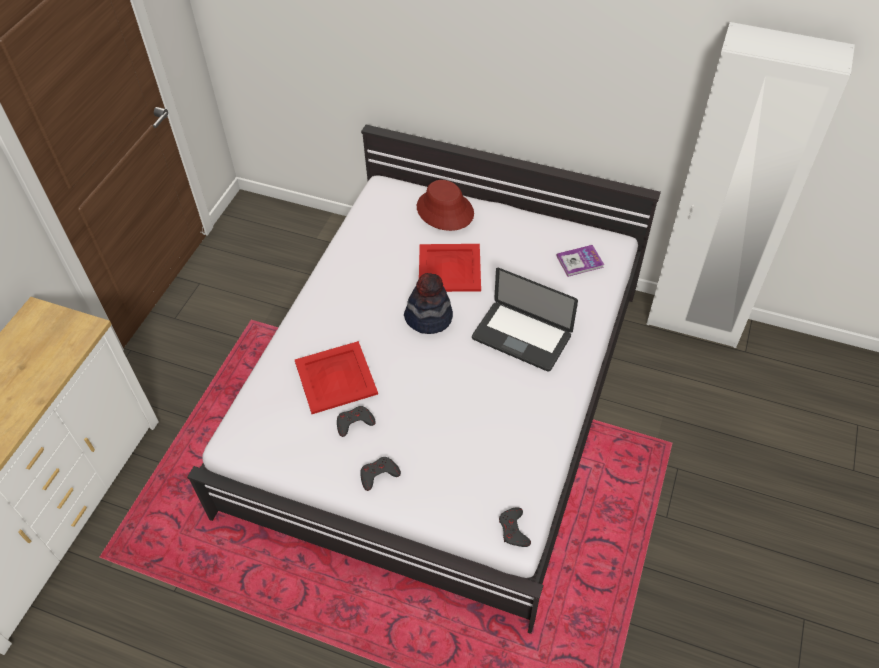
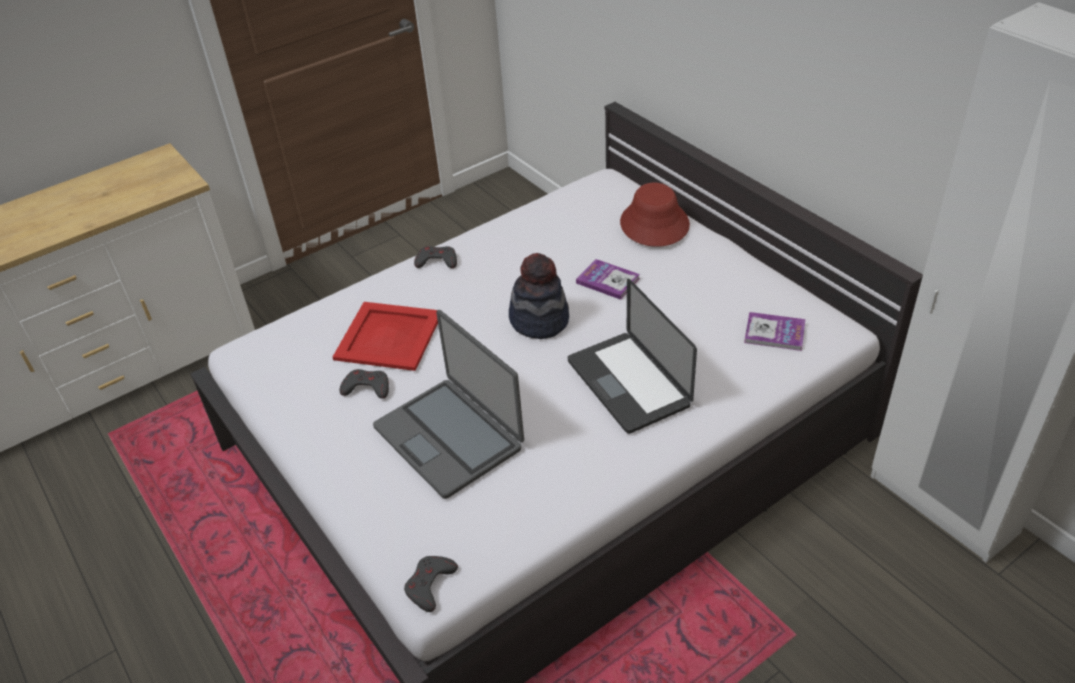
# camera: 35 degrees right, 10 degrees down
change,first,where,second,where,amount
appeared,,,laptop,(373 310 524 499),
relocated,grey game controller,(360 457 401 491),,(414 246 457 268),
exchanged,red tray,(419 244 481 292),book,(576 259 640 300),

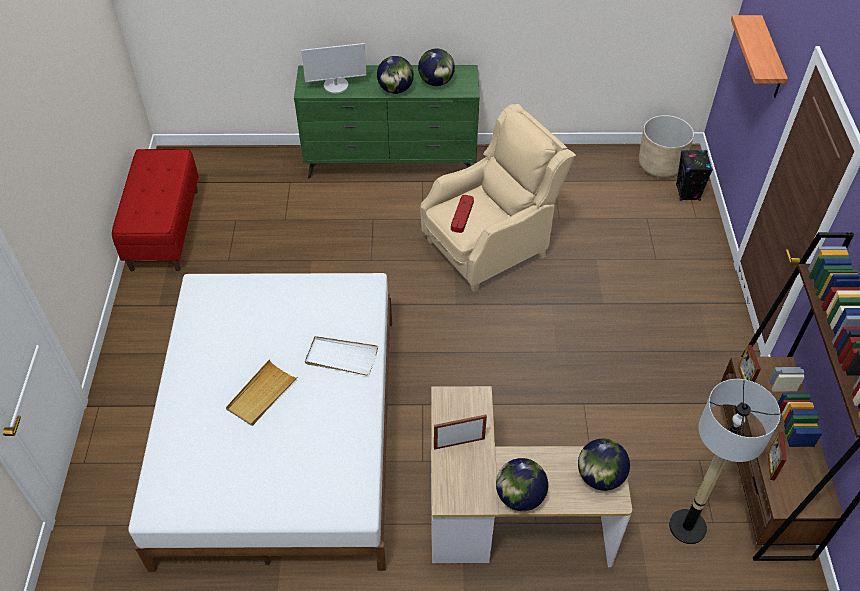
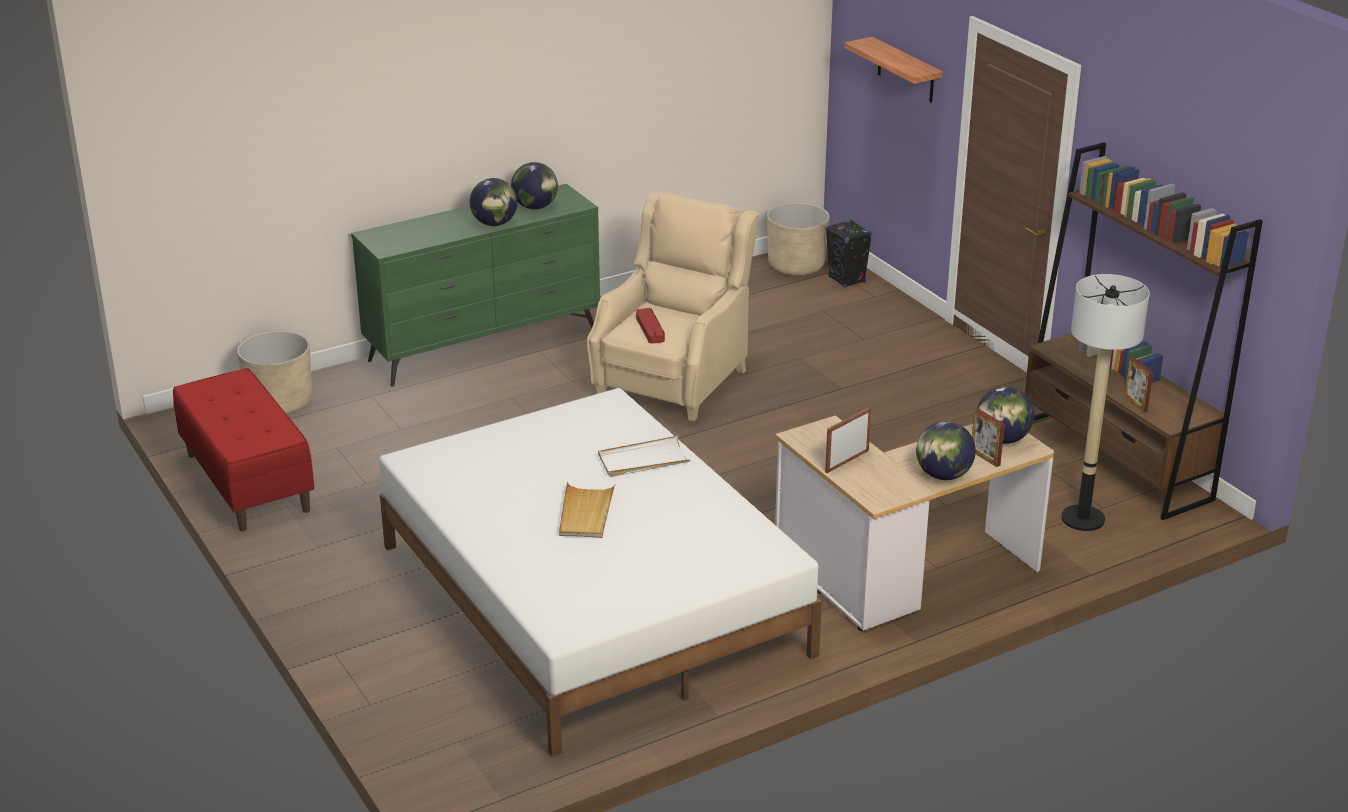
# camera: 30 degrees left, 20 degrees down
change,first,where,second,where,amount
missing,monitor,(301 43 367 94),,,
appeared,,,beige planter,(237 331 312 414),
relocated,picture frame,(738 345 761 382),,(972 408 1005 467),

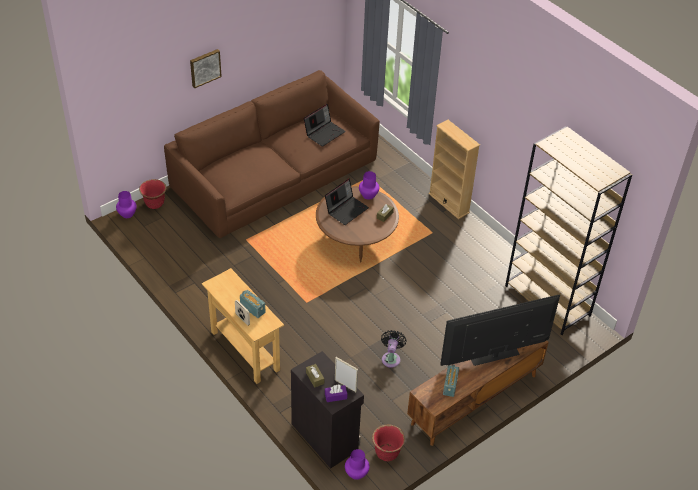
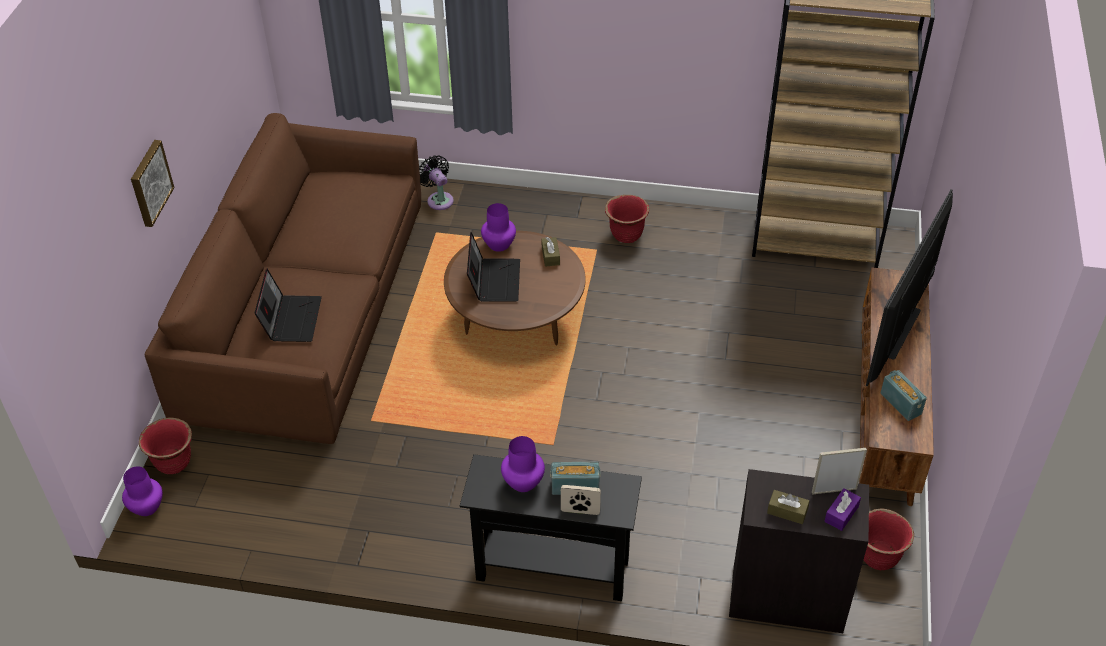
# camera: 40 degrees left, 0 degrees up
change,first,where,second,where,amount
missing,beige bookcase,(428 120 480 219),,,
appeared,,,red planter,(605 195 649 243),
relocated,laptop,(304 104 346 147),,(255 269 322 342),
relocated,purple vase,(345 449 370 480),,(501 436 545 492),
relocated,black fan,(381 330 407 368),,(419 155 454 210),
colour,beige console table,(202 268 284 384),black console table,(460 454 642 601),

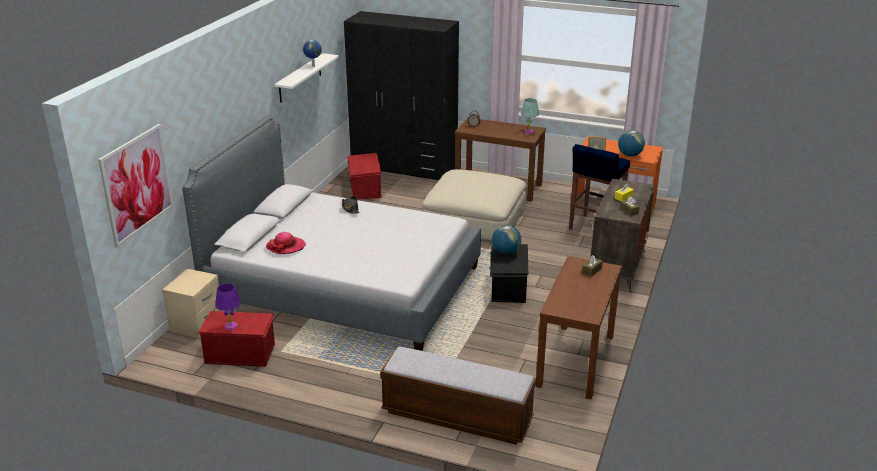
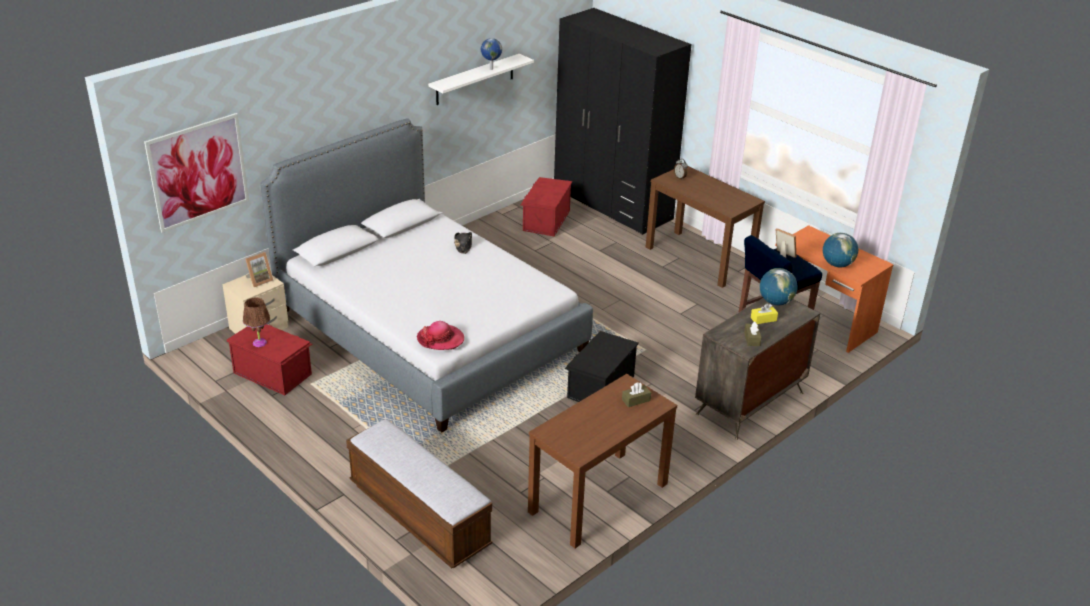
# camera: 25 degrees right, 5 degrees up
change,first,where,second,where,amount
missing,beige ottoman,(422 169 526 240),,,
missing,turquoise table lamp,(521 98 539 134),,,
appeared,,,picture frame,(245 252 273 287),
relocated,hat,(266 232 306 254),,(417 321 464 350),
relocated,globe,(492 225 521 255),,(760 268 798 305),
colour,purple table lamp,(215 283 241 330),brown table lamp,(243 297 270 347),

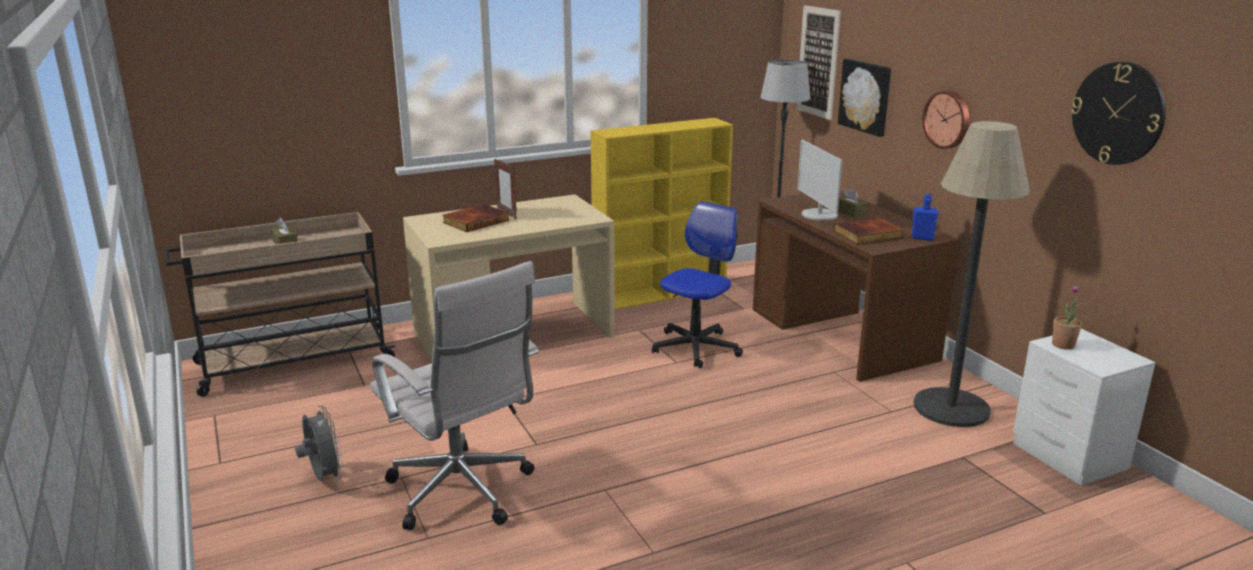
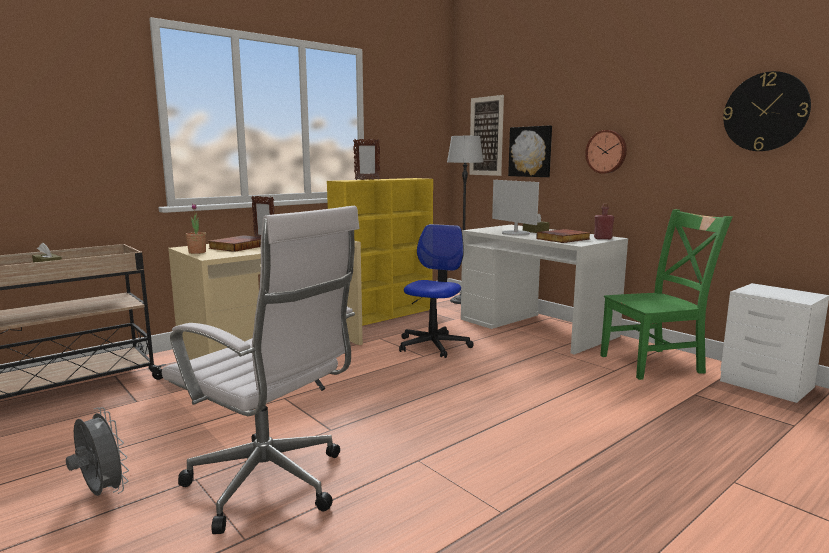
# camera: 15 degrees left, 10 degrees down
change,first,where,second,where,amount
appeared,,,picture frame,(353 139 380 180),
relocated,potted plant,(1052 285 1082 349),,(186 204 206 254),
exchanged,floor lamp,(913 121 1030 427),green chair,(600 209 732 380),
colour,brown desk,(753 190 960 382),white desk,(461 225 628 355),
colour,blue bottle,(911 194 939 241),red bottle,(594 204 614 239),

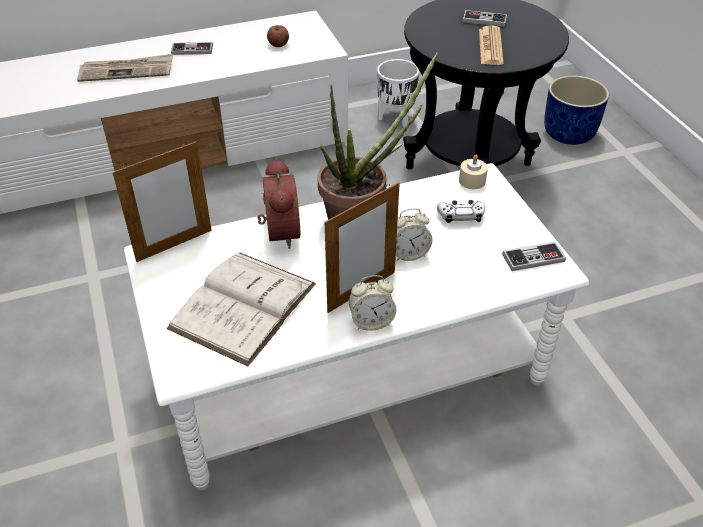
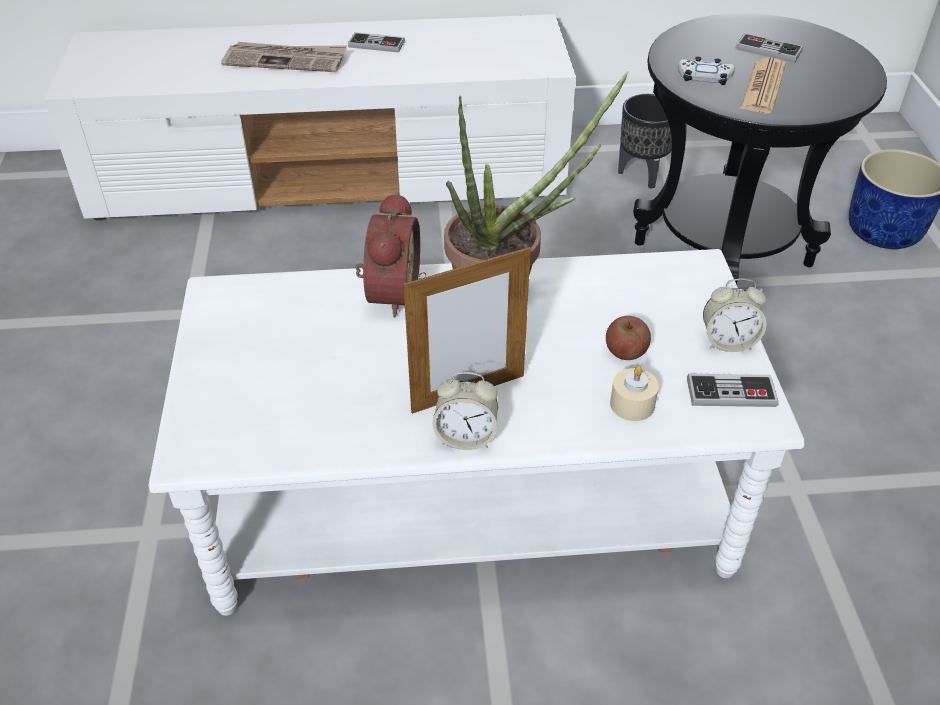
# camera: 15 degrees right, 0 degrees up
change,first,where,second,where,amount
missing,picture frame,(113 141 212 262),,,
missing,white book,(167 252 316 366),,,
relocated,apple,(267 25 289 47),,(606 316 651 360),
relocated,alarm clock,(396 208 432 261),,(703 278 767 352),
relocated,white game controller,(437 200 485 223),,(678 57 735 85),
relocated,beige candle,(459 155 488 189),,(610 366 659 421),
colour,white planter,(377 59 419 127),black planter,(618 94 672 189),

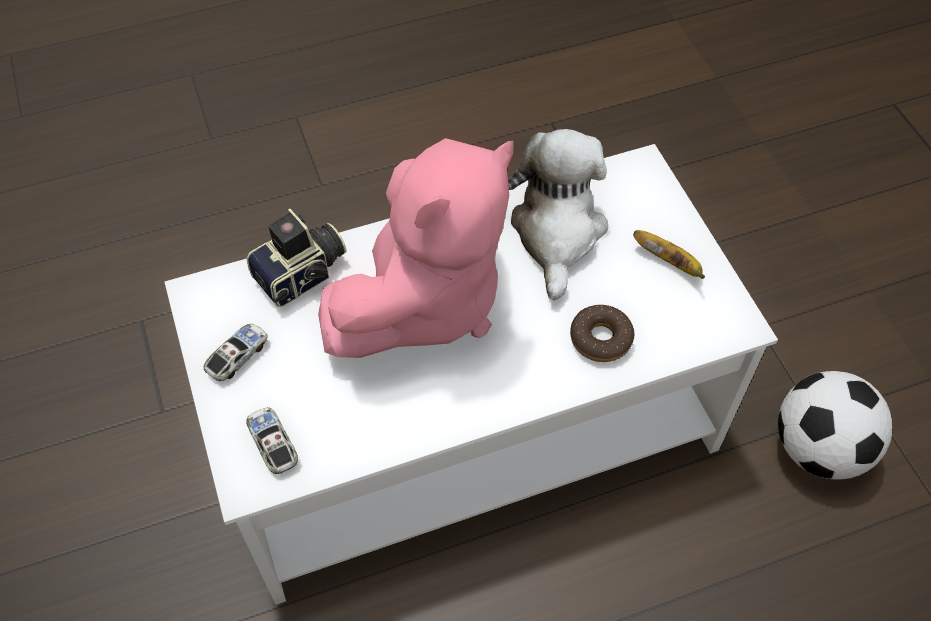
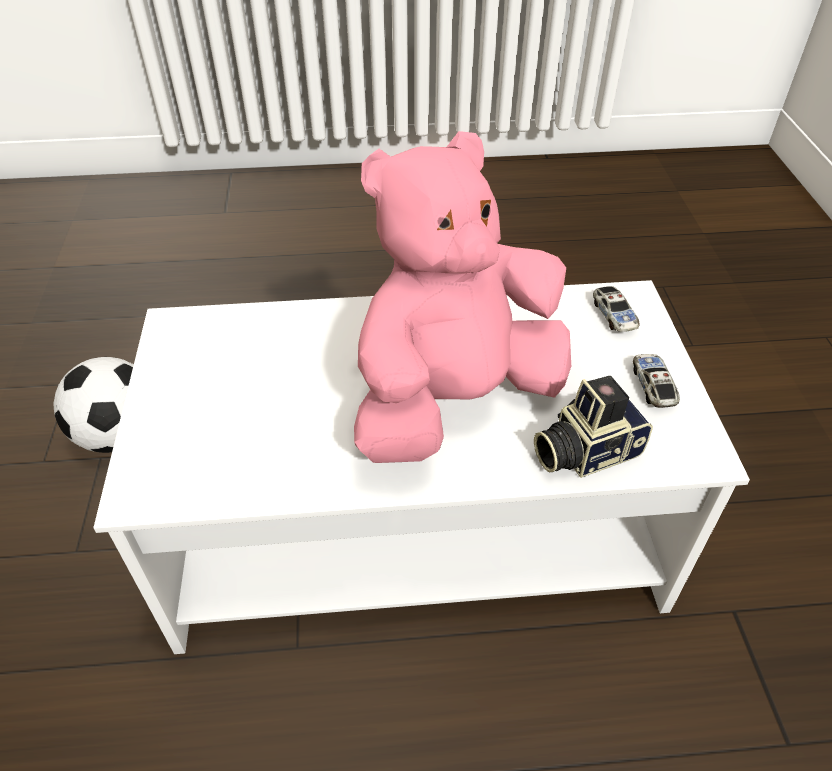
# camera: 165 degrees left, 10 degrees down
change,first,where,second,where,amount
missing,plush toy,(508 129 608 300),,,
missing,donut,(570 305 635 362),,,
missing,banana,(633 230 705 279),,,
spun,toy car,(204 324 268 381),,(633 354 680 408),120 degrees clockwise

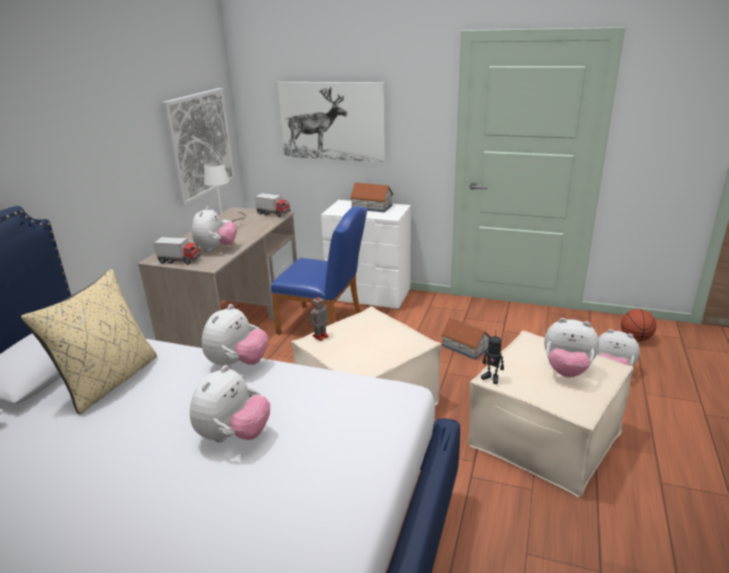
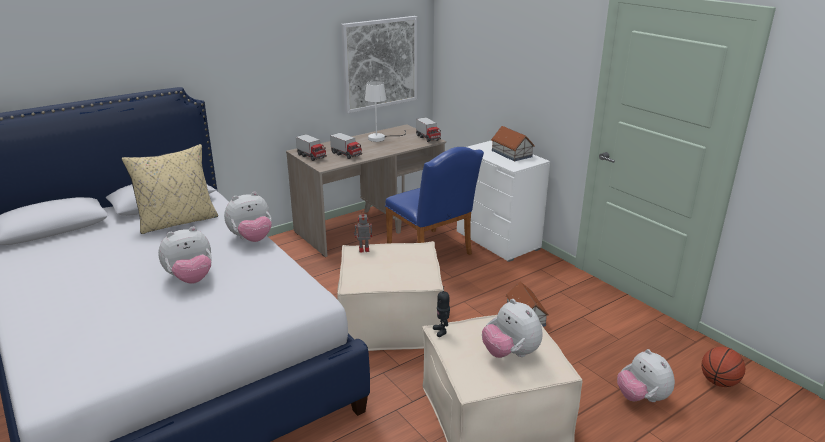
# camera: 35 degrees right, 0 degrees up
change,first,where,second,where,amount
missing,picture,(277 82 386 162),,,
exchanged,plush toy,(192 206 237 252),toy truck,(330 133 362 159),

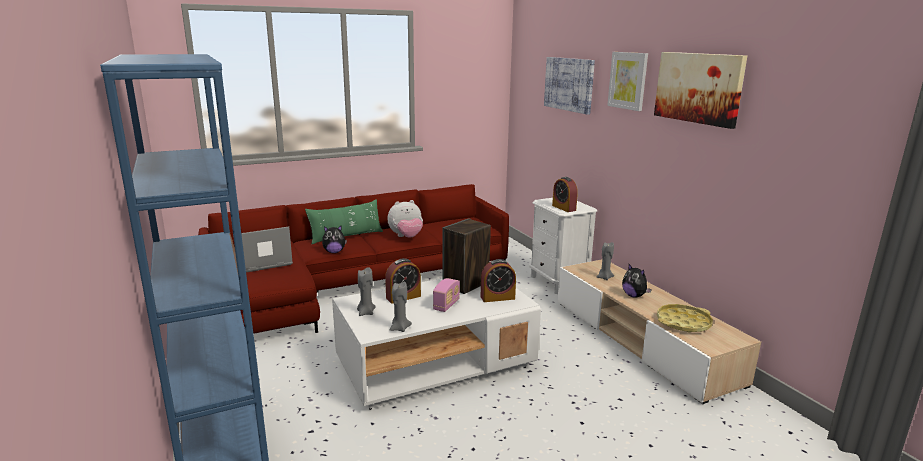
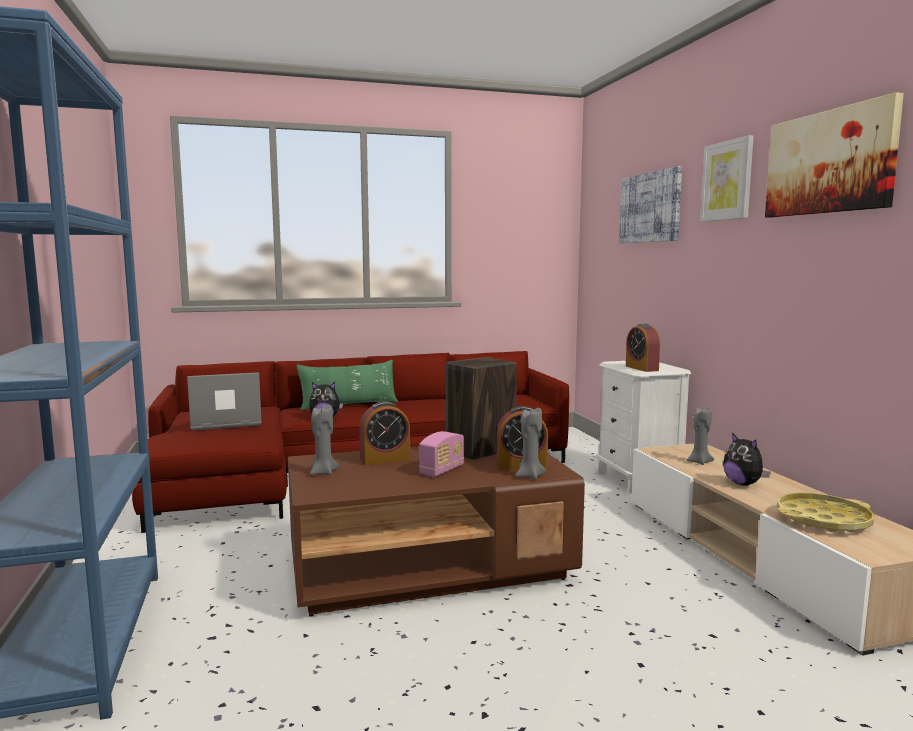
# camera: 10 degrees right, 10 degrees down
change,first,where,second,where,amount
missing,plush toy,(388 200 423 238),,,
relocated,grey candle,(390 282 412 332),,(515 408 546 480),
colour,white coffee table,(332 278 541 410),brown coffee table,(288 446 585 617),

